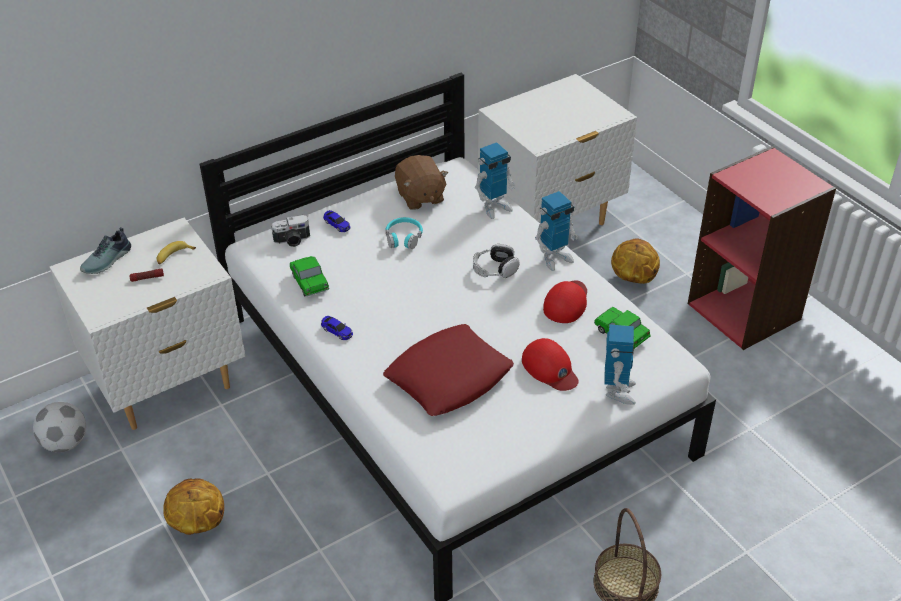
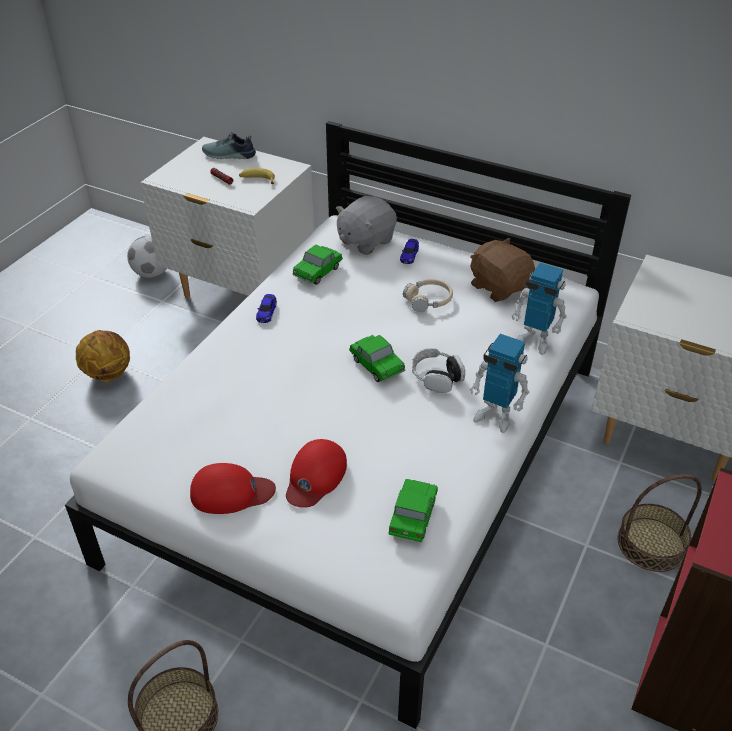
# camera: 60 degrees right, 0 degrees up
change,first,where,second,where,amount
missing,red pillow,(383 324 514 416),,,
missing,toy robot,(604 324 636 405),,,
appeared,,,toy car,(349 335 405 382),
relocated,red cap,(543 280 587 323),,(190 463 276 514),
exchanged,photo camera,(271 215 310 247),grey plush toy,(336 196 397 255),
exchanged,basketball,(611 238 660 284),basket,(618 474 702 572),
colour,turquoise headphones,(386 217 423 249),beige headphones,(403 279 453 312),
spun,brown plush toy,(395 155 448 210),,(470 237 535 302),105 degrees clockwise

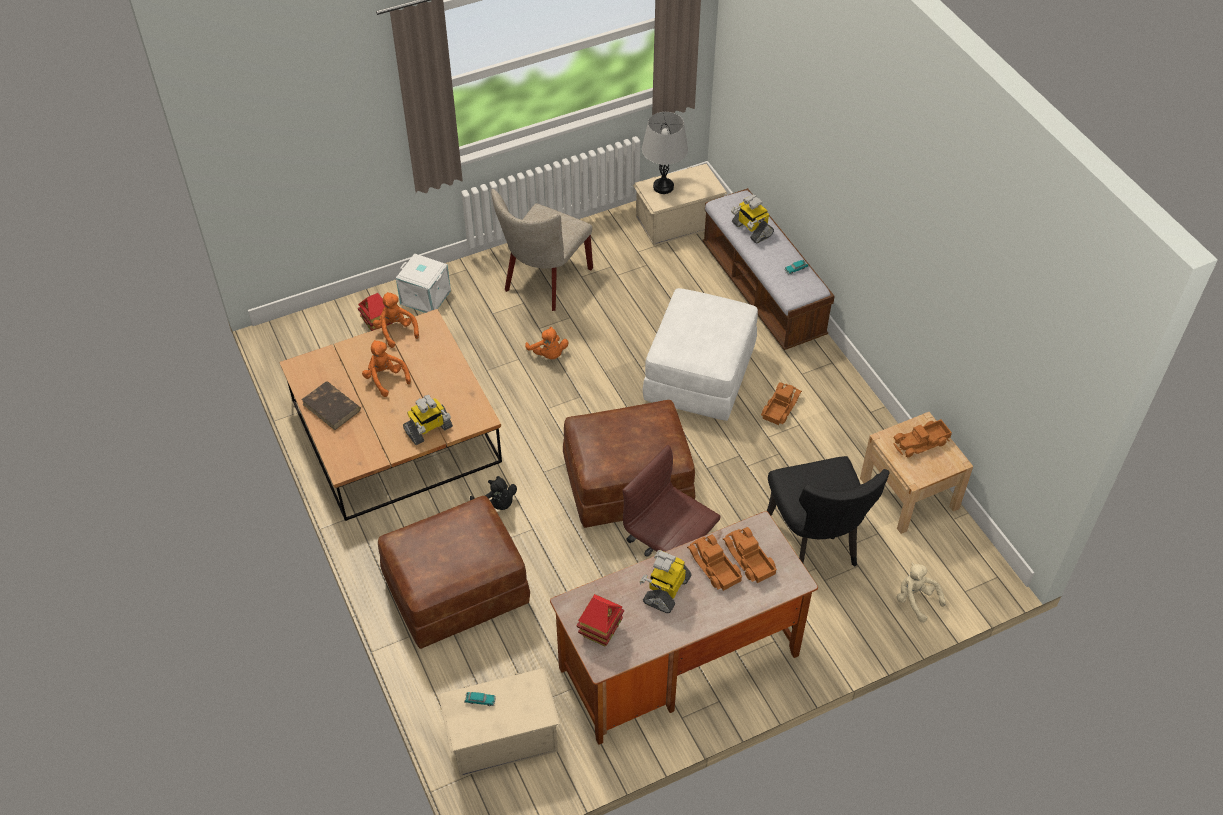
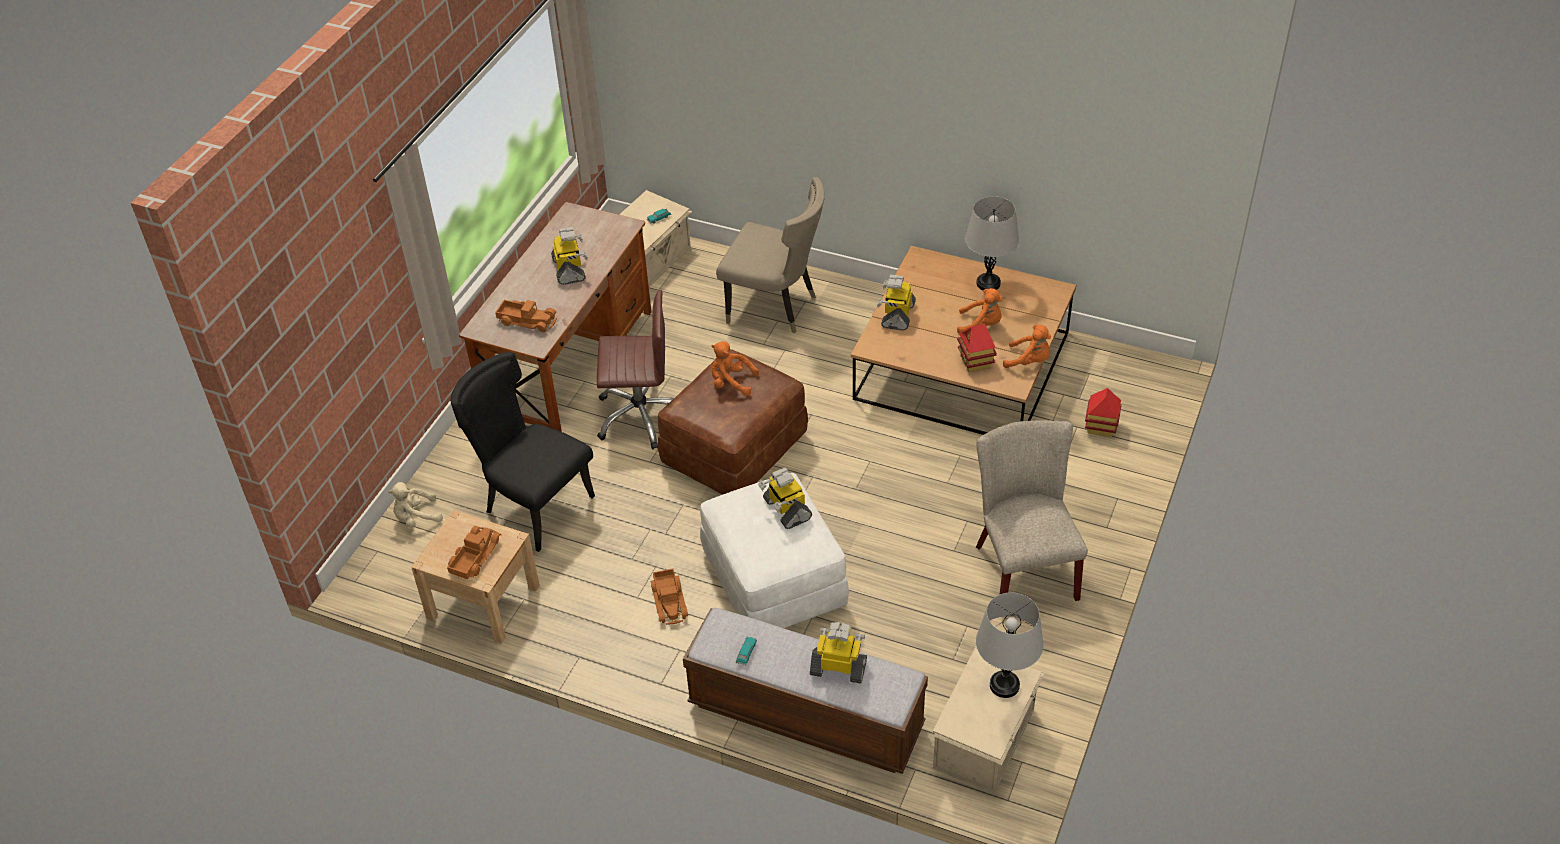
# camera: 140 degrees right, 5 degrees down
change,first,where,second,where,amount
missing,white storage box,(396 253 451 313),,,
missing,black plush toy,(470 476 517 510),,,
missing,toy truck,(687 534 742 591),,,
appeared,,,toy robot,(758 468 812 529),
relocated,orange plush toy,(525 327 569 359),,(711 341 759 396),
relocated,toy house,(577 594 624 646),,(957 324 997 372),
exchanged,brown book,(301 381 361 430),grey table lamp,(965 196 1019 291),
exchanged,brown ottoman,(378 496 530 649),beige chair,(716 177 825 333),
spun,beige plush toy,(896 563 946 623),,(388 482 443 528),150 degrees clockwise

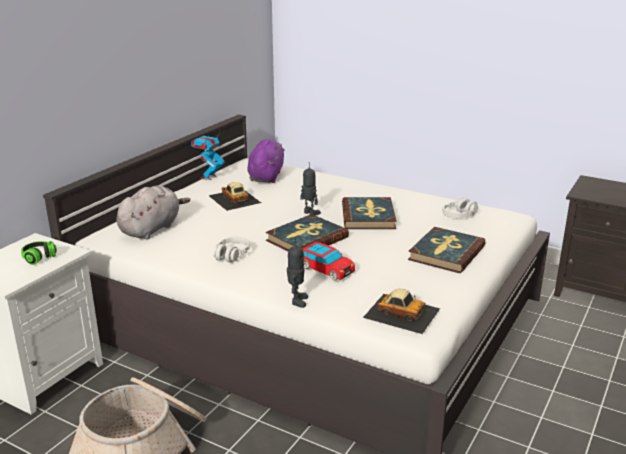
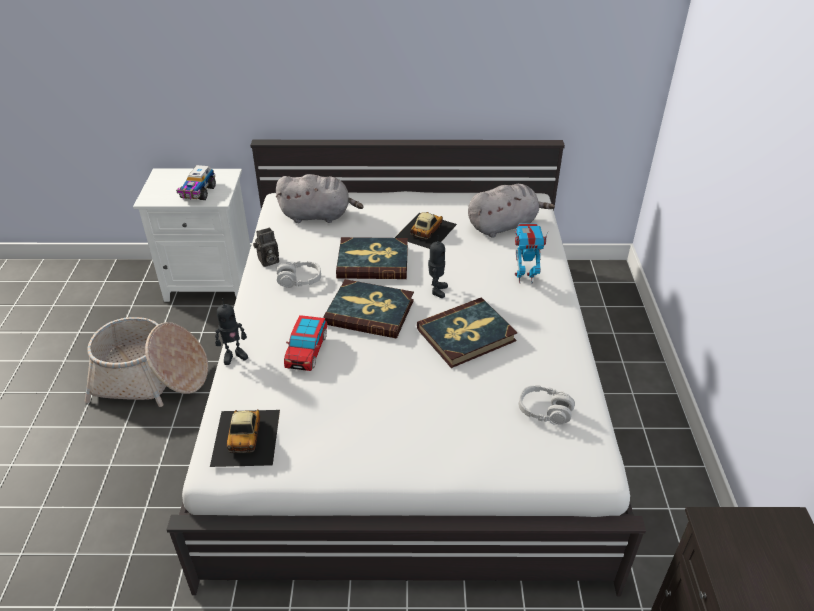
# camera: 60 degrees right, 15 degrees up
change,first,where,second,where,amount
appeared,,,photo camera,(253 227 279 267),
relocated,toy robot,(191 130 225 180),,(515 223 548 284),
relocated,book,(408 227 485 273),,(336 237 408 279),
exchanged,headphones,(21 241 57 265),toy truck,(176 165 216 200),
colour,purple plush toy,(247 139 285 183),grey plush toy,(468 184 555 238),

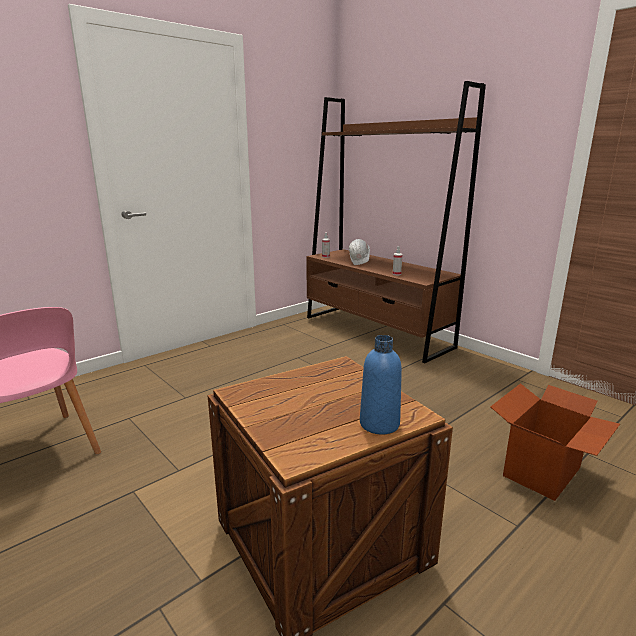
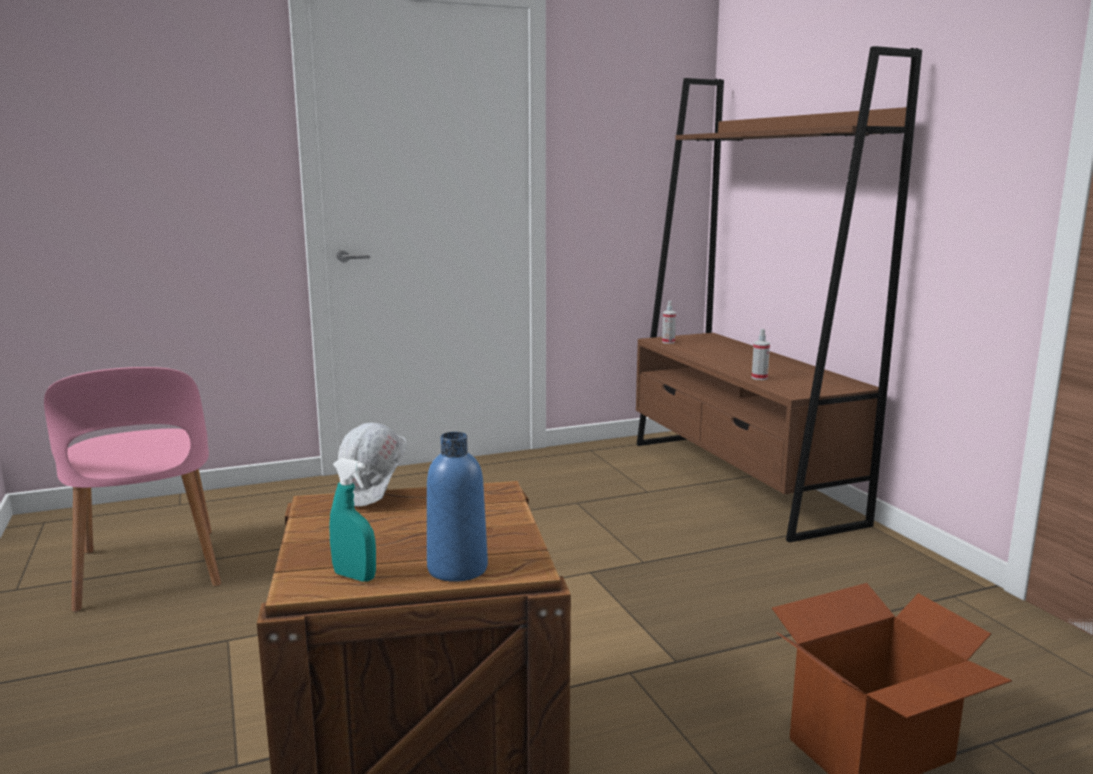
# camera: 20 degrees right, 5 degrees down
change,first,where,second,where,amount
appeared,,,turquoise spray bottle,(329 458 376 582),
relocated,white hard hat,(349 239 370 265),,(338 423 407 506),

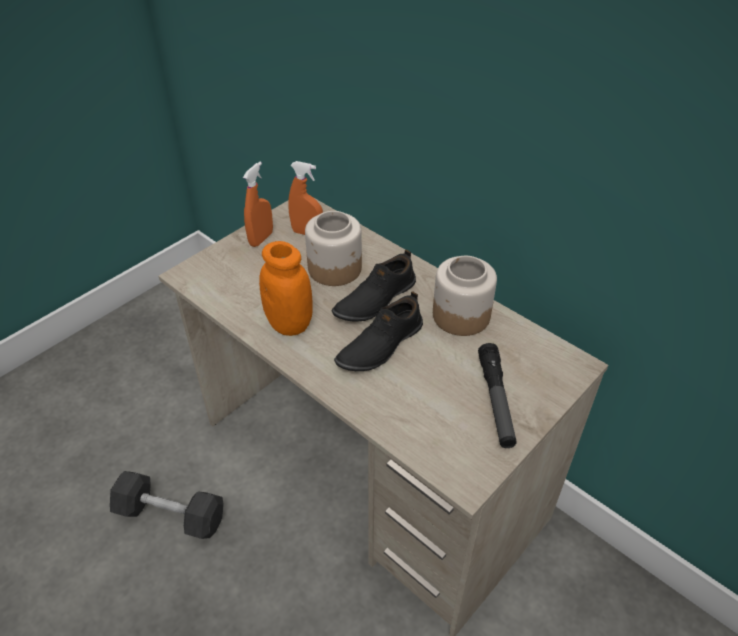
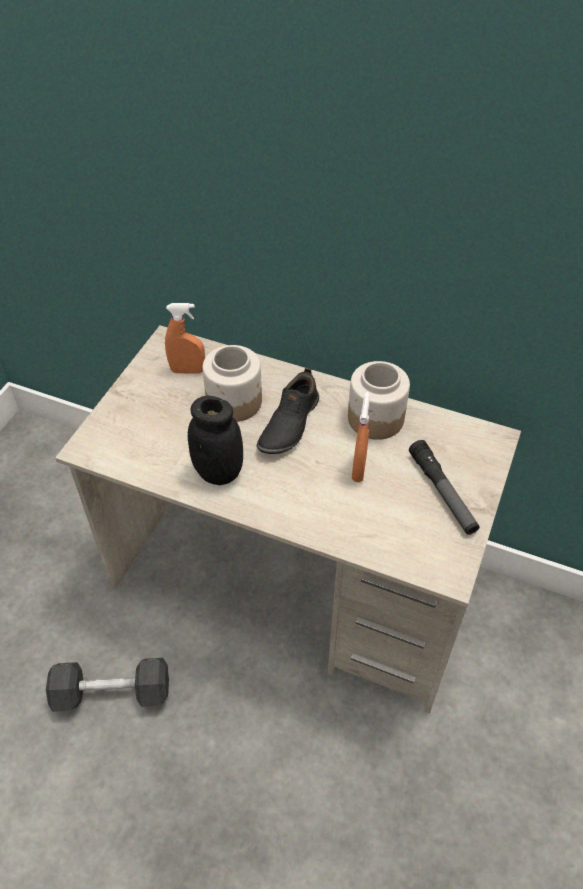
# camera: 20 degrees left, 5 degrees up
change,first,where,second,where,amount
missing,black shoe,(334 291 423 371),,,
relocated,orange spray bottle,(243 162 273 247),,(352 392 370 482),
colour,orange jar,(259 241 313 336),black jar,(188 396 243 485),

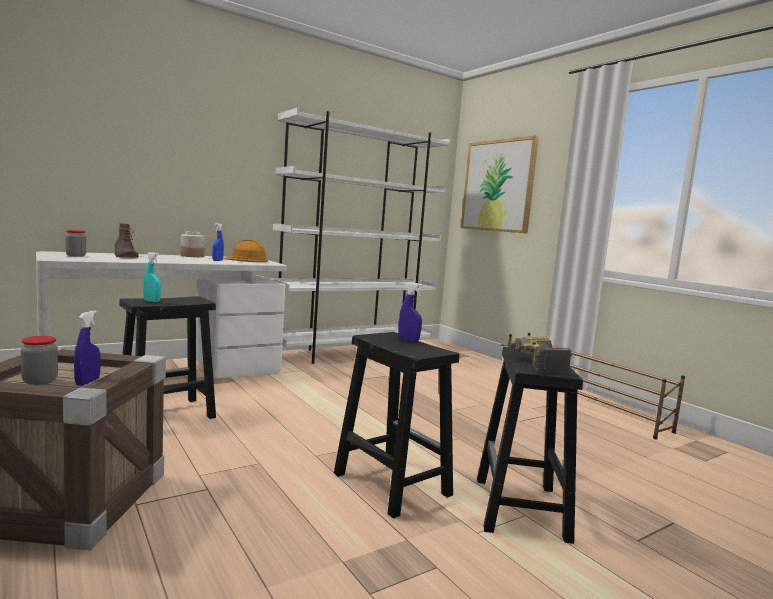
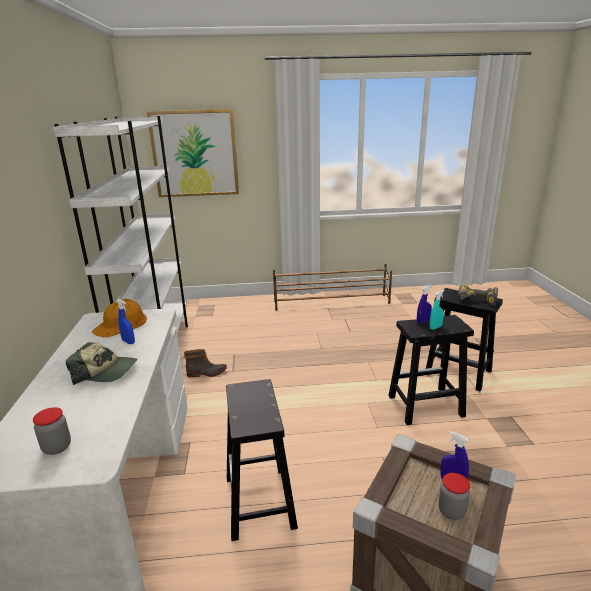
# camera: 60 degrees left, 15 degrees up
change,first,where,second,where,amount
missing,jar,(181 231 205 257),,,
appeared,,,cap,(66 342 137 385),
relocated,boot,(115 223 138 258),,(184 349 227 377),
relocated,turquoise spray bottle,(143 252 161 302),,(430 290 445 330),

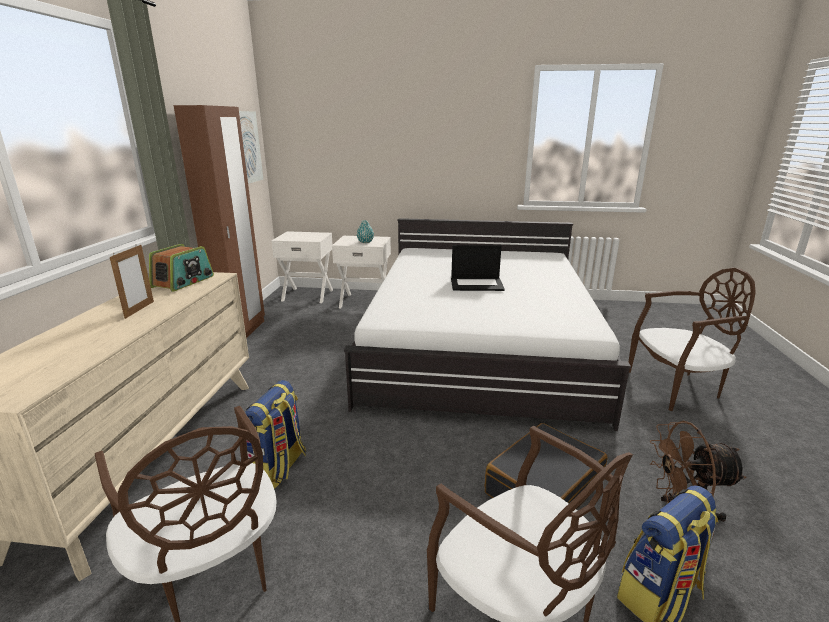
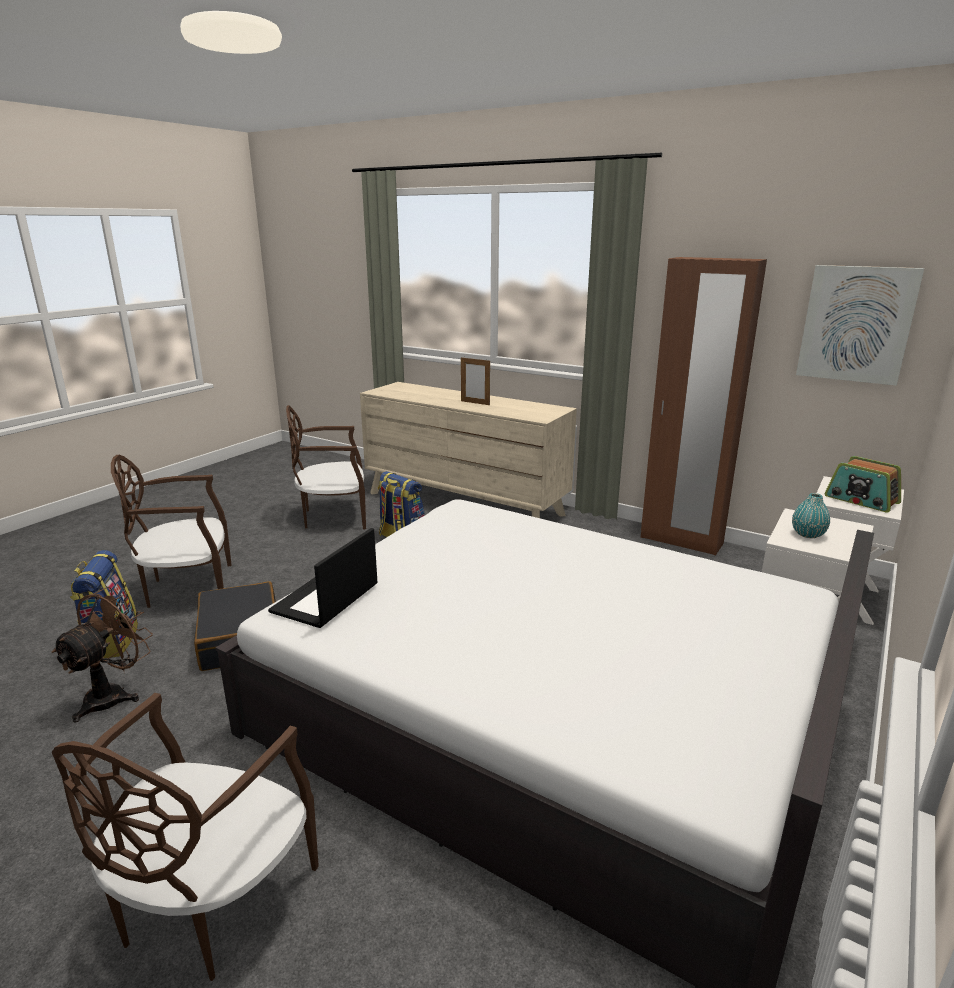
# camera: 115 degrees right, 0 degrees up
change,first,where,second,where,amount
relocated,radio,(149 244 214 292),,(824 456 901 512),
relocated,laptop,(451 245 505 291),,(268 528 377 628),

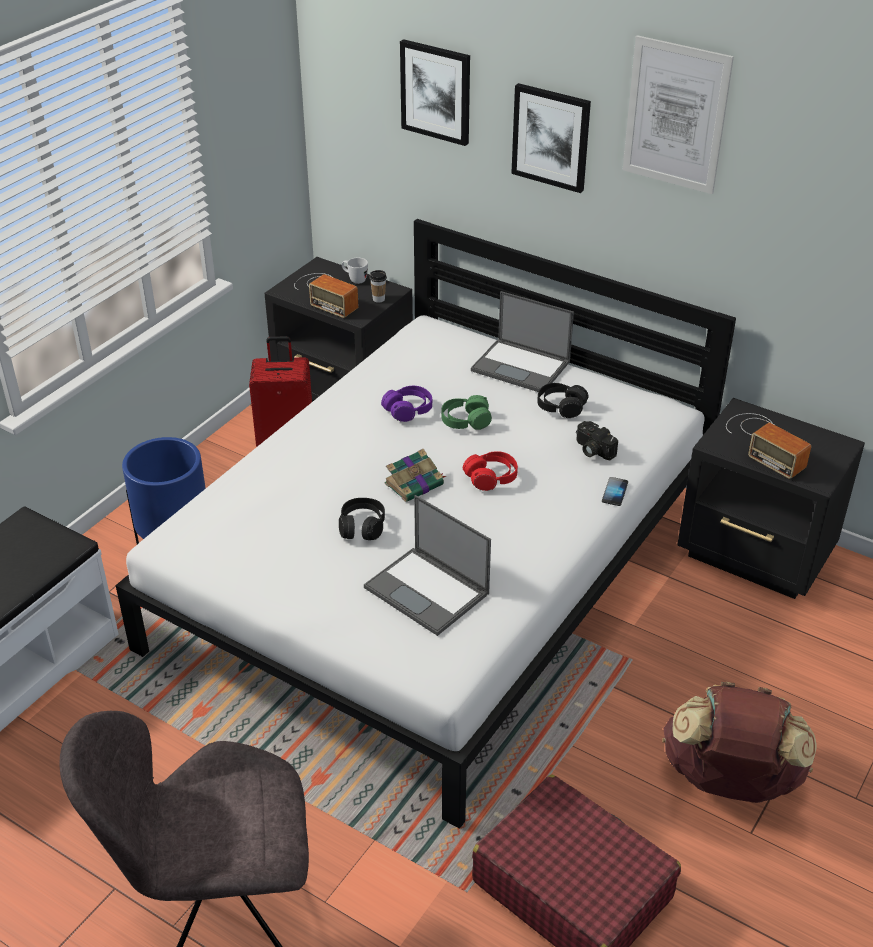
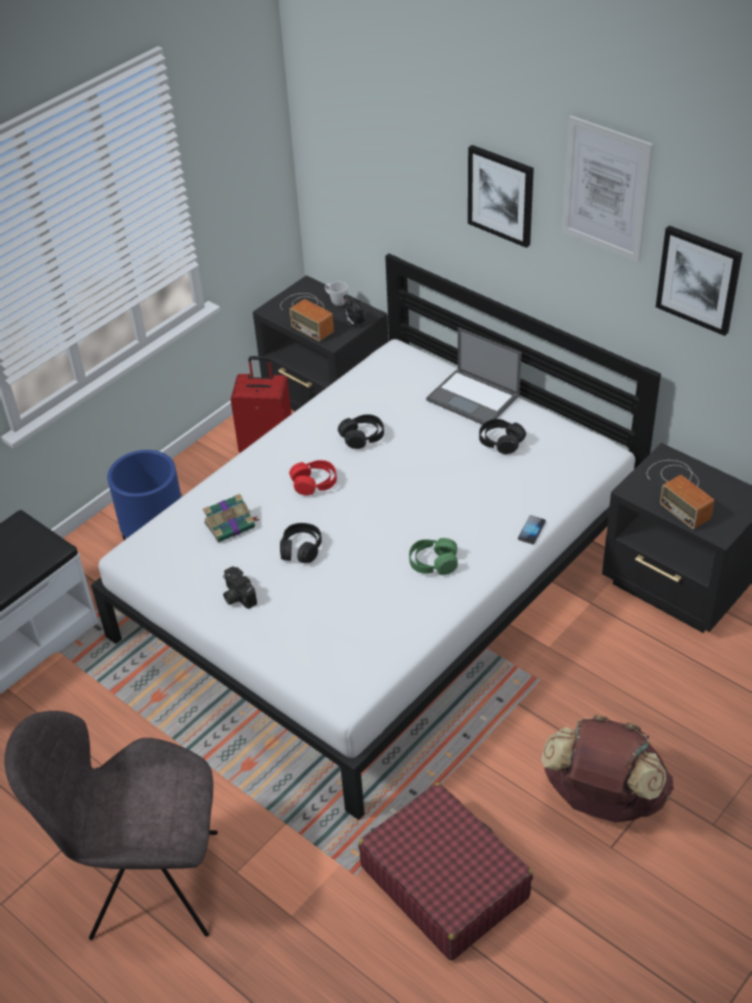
# camera: 10 degrees right, 5 degrees up
change,first,where,second,where,amount
missing,laptop,(364 495 491 636),,,
relocated,book,(384 449 446 502),,(203 494 260 542),
relocated,picture,(400 39 470 146),,(656 226 742 336),
relocated,green headphones,(441 395 492 430),,(409 538 458 575),
relocated,red headphones,(463 451 518 491),,(289 460 337 496),
relocated,photo camera,(576 421 618 460),,(223 566 257 609),
exchanged,cup,(370 270 387 303),alarm clock,(344 298 365 327),
colour,purple headphones,(381 386 432 422),black headphones,(338 414 384 449),

